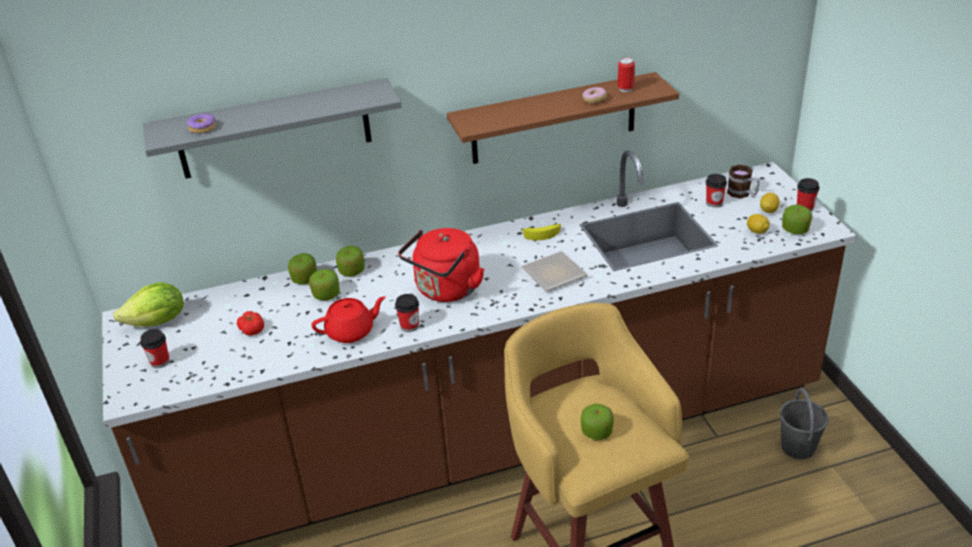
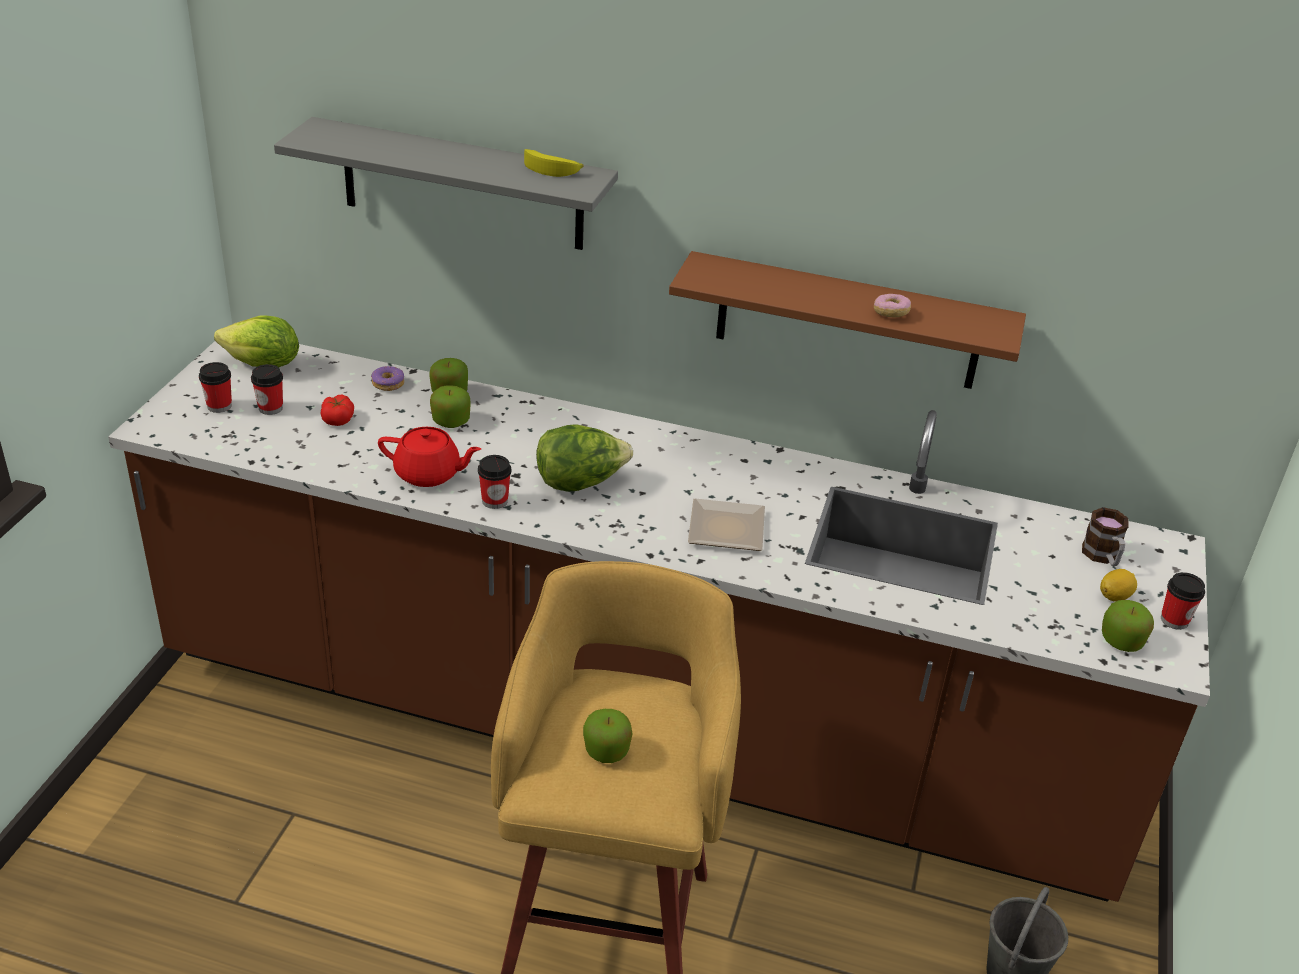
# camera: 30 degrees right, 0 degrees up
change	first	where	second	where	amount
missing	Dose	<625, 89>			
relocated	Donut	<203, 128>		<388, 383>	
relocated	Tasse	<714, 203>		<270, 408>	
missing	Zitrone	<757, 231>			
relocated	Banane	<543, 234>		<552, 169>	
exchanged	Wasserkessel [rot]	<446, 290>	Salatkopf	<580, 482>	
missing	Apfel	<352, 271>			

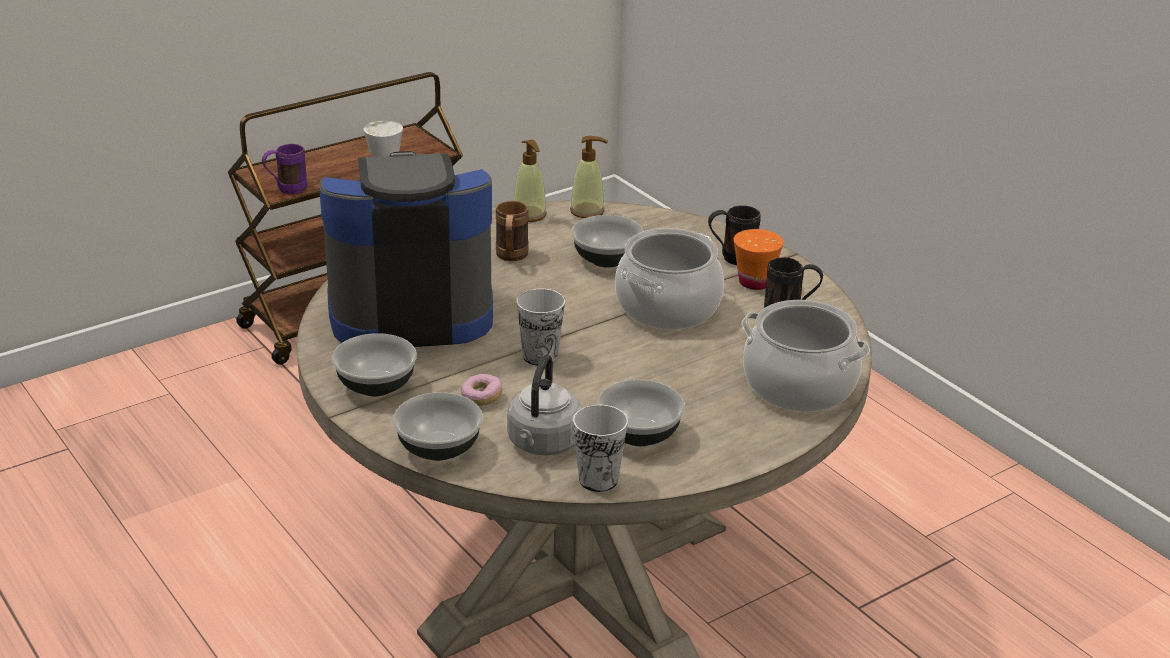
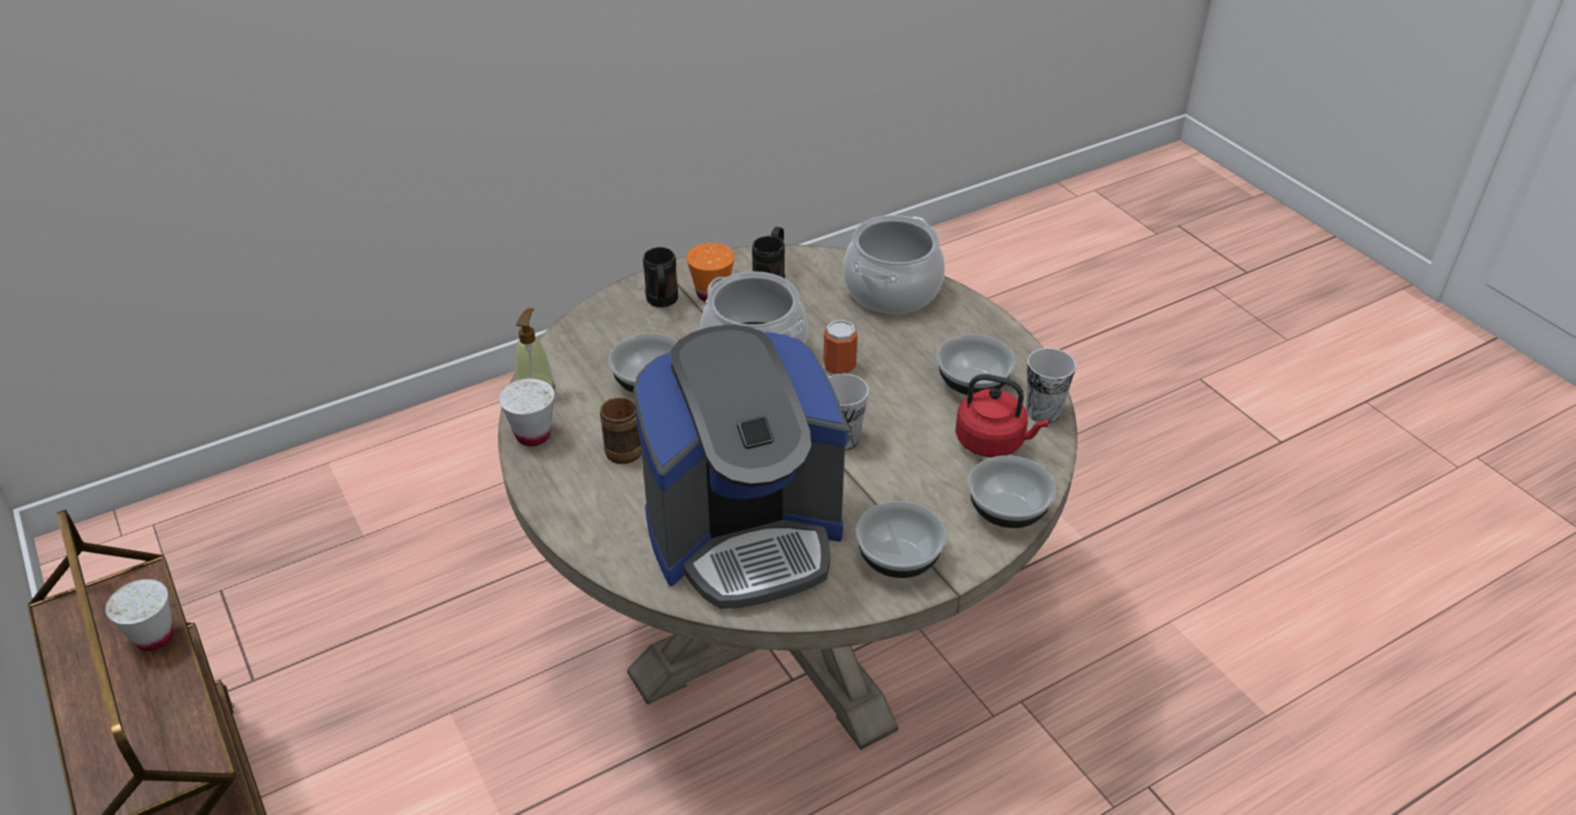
# camera: 85 degrees left, 10 degrees up
change	first	where	second	where	amount
exchanged	Seifenspender	<529, 215>	Tasse [weiß]	<533, 435>	
missing	Henkelbecher [lila]	<286, 190>			
spun	Kaffeemaschine	<410, 311>		<744, 534>	105 degrees counterclockwise
colour	Wasserkessel [grau]	<543, 444>	Wasserkessel [rot]	<993, 442>	
missing	Donut	<481, 397>			
appeared			Dose	<839, 367>	

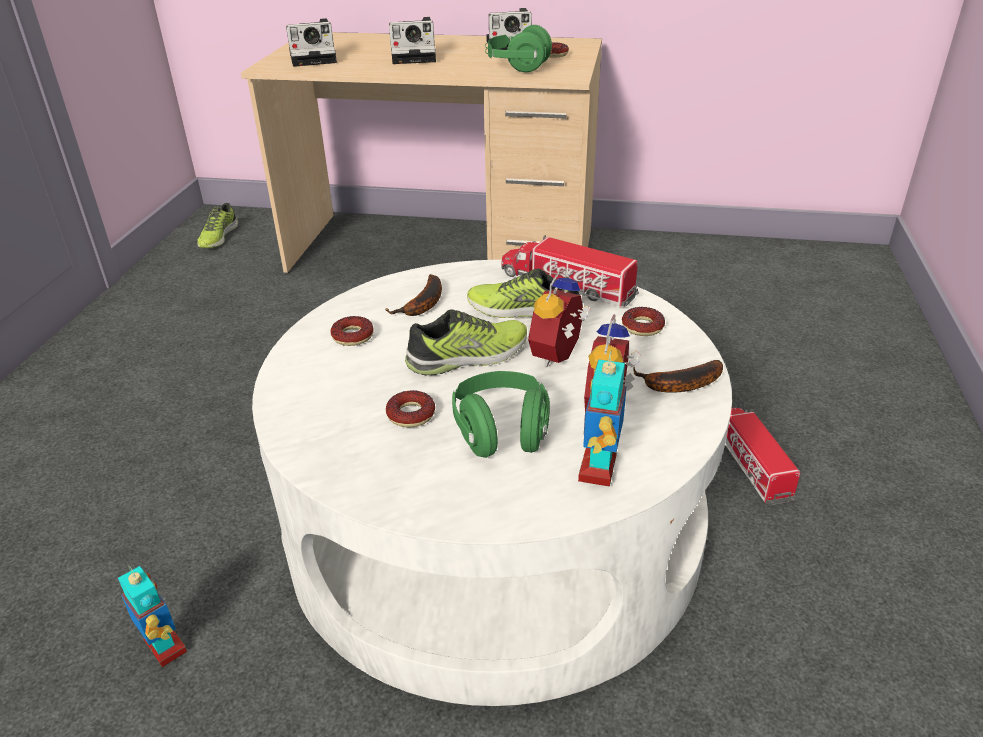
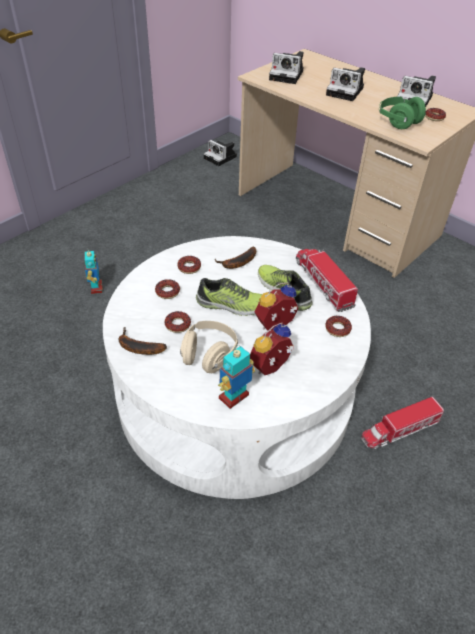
# camera: 30 degrees right, 10 degrees up
change	first	where	second	where	amount
exchanged	Schuh	<218, 237>	Kamera	<221, 158>	
relocated	Banane	<678, 385>		<137, 347>	
colour	Kopfhörer [grün]	<502, 432>	Kopfhörer [beige]	<209, 355>	
spun	Spielzeuglaster	<748, 460>		<399, 430>	135 degrees counterclockwise
relocated	Spielzeugroboter	<164, 648>		<96, 288>	
appeared			Donut	<167, 292>	

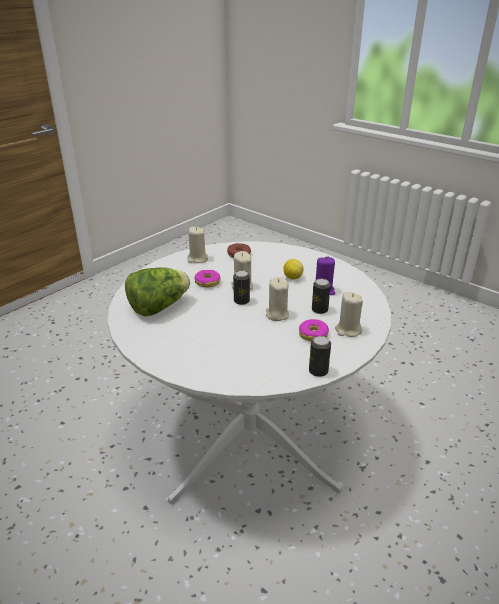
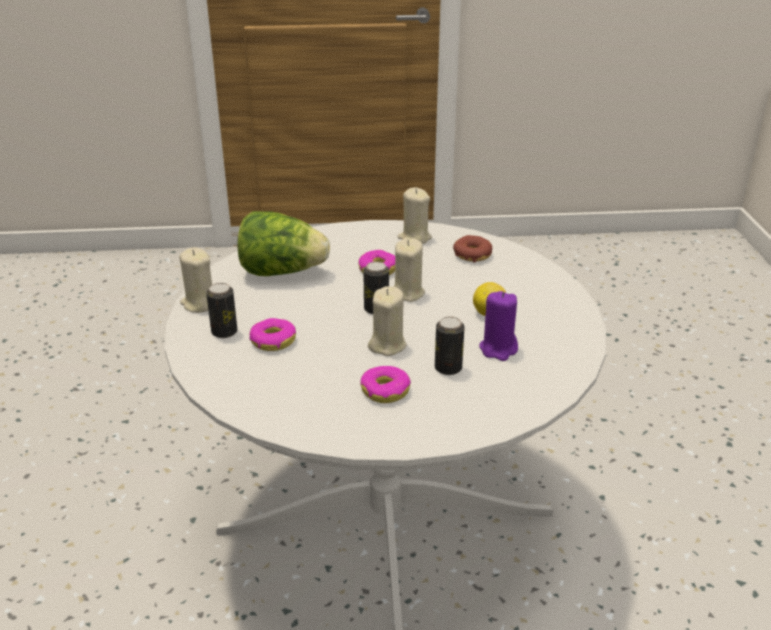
# camera: 45 degrees right, 0 degrees up
change	first	where	second	where	amount
relocated	Kerze [beige]	<348, 330>		<199, 304>	
relocated	Dose	<318, 371>		<224, 332>	
appeared			Donut	<273, 341>	

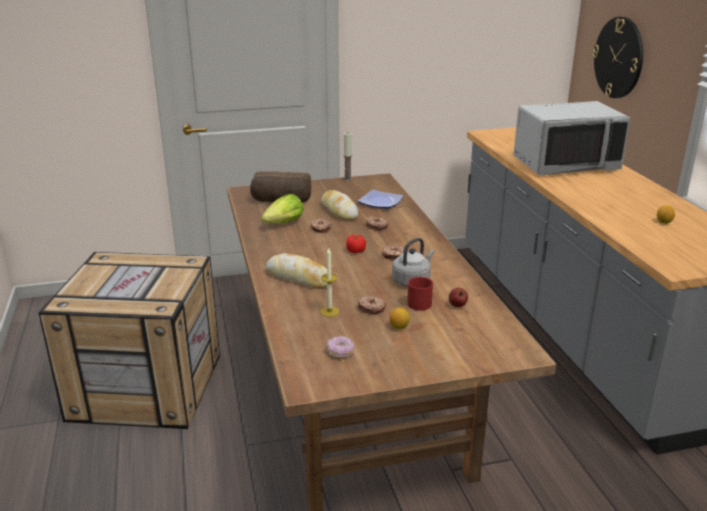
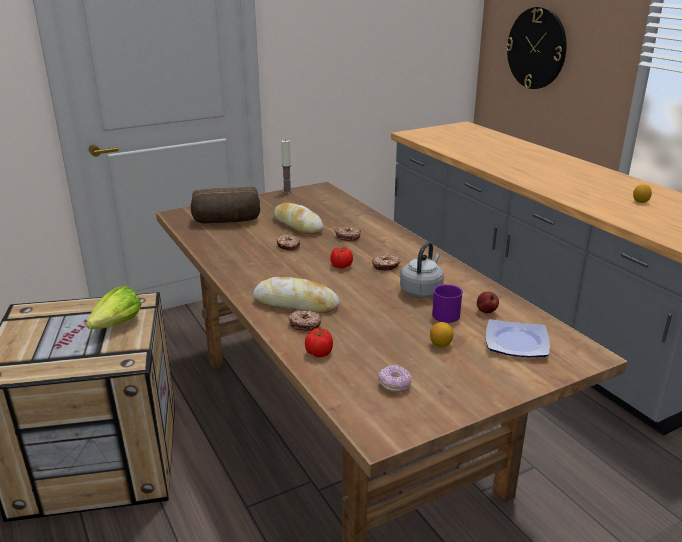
# camera: 15 degrees left, 0 degrees up
change	first	where	second	where	amount
missing	Mikrowelle [grau]	<565, 164>			
relocated	Teller	<380, 202>		<515, 342>	
relocated	Salatkopf	<284, 223>		<118, 324>	
missing	Kerze	<329, 311>			
colour	Henkelbecher [rot]	<420, 302>	Henkelbecher [lila]	<445, 313>	
relocated	Donut	<371, 308>		<305, 324>	
appeared			Tomate	<319, 352>	

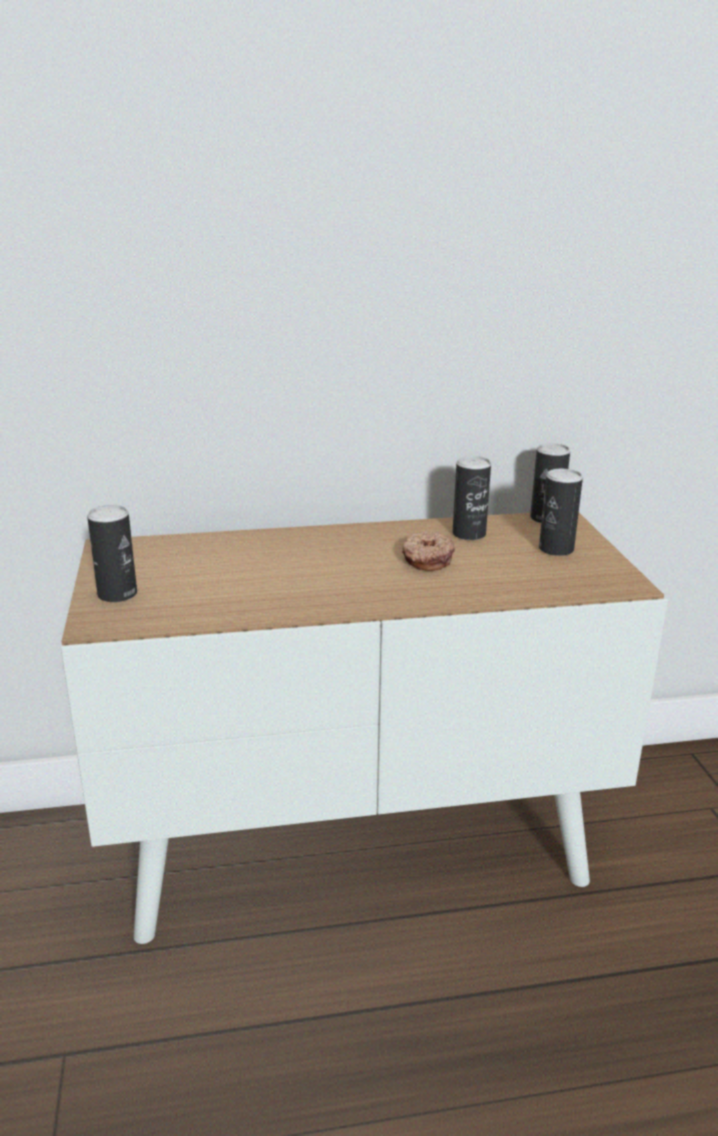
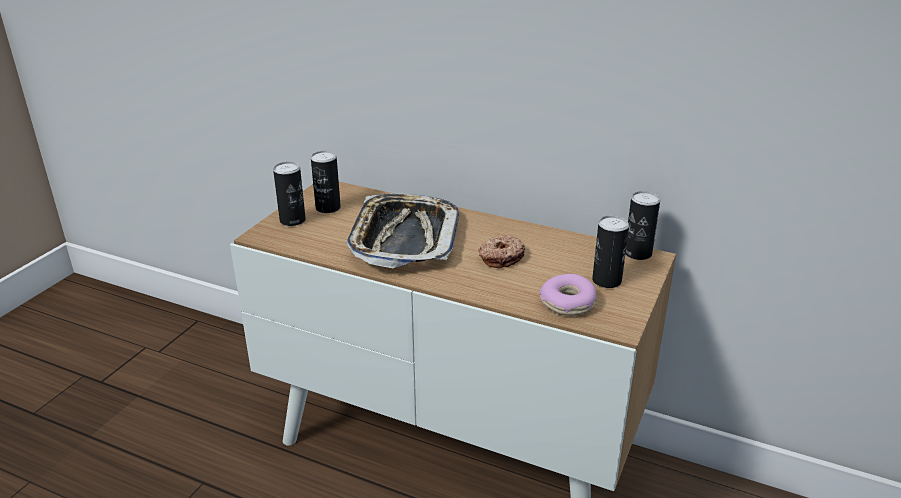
# camera: 35 degrees right, 5 degrees up
change	first	where	second	where	amount
relocated	Dose	<469, 534>		<328, 208>	
appeared			Tablett	<404, 238>	
appeared			Donut	<568, 303>	

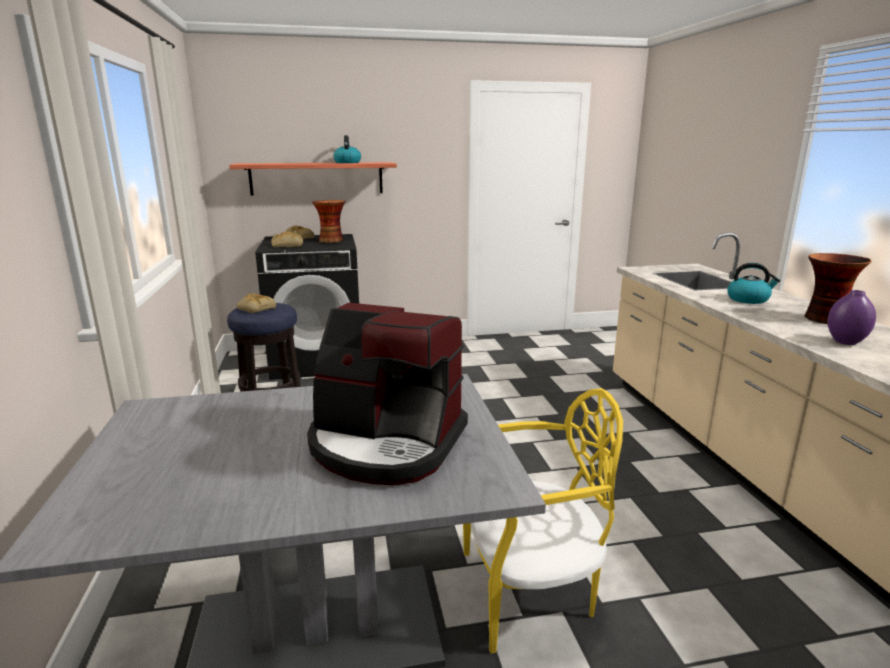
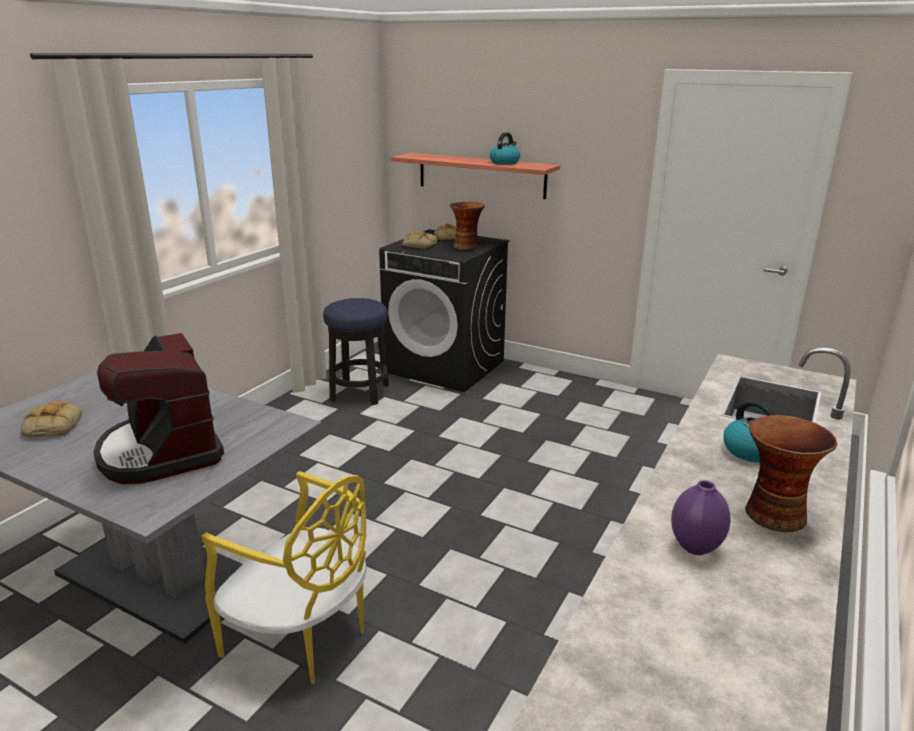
# camera: 40 degrees right, 5 degrees up
change	first	where	second	where	amount
relocated	Brot	<255, 308>		<52, 426>	

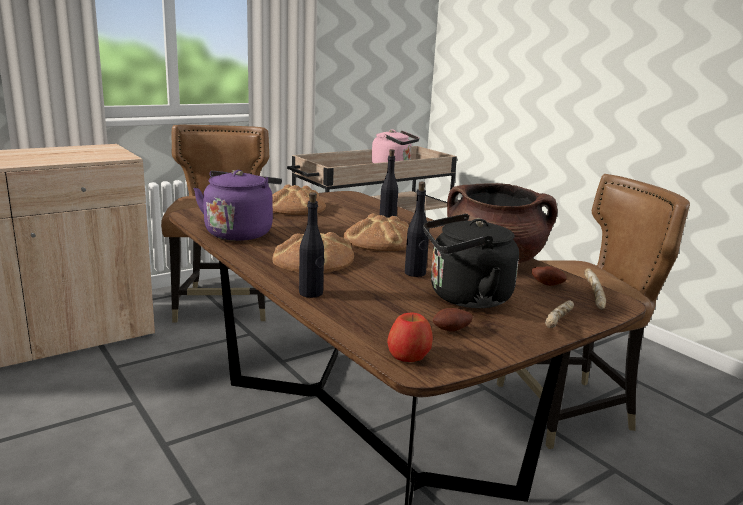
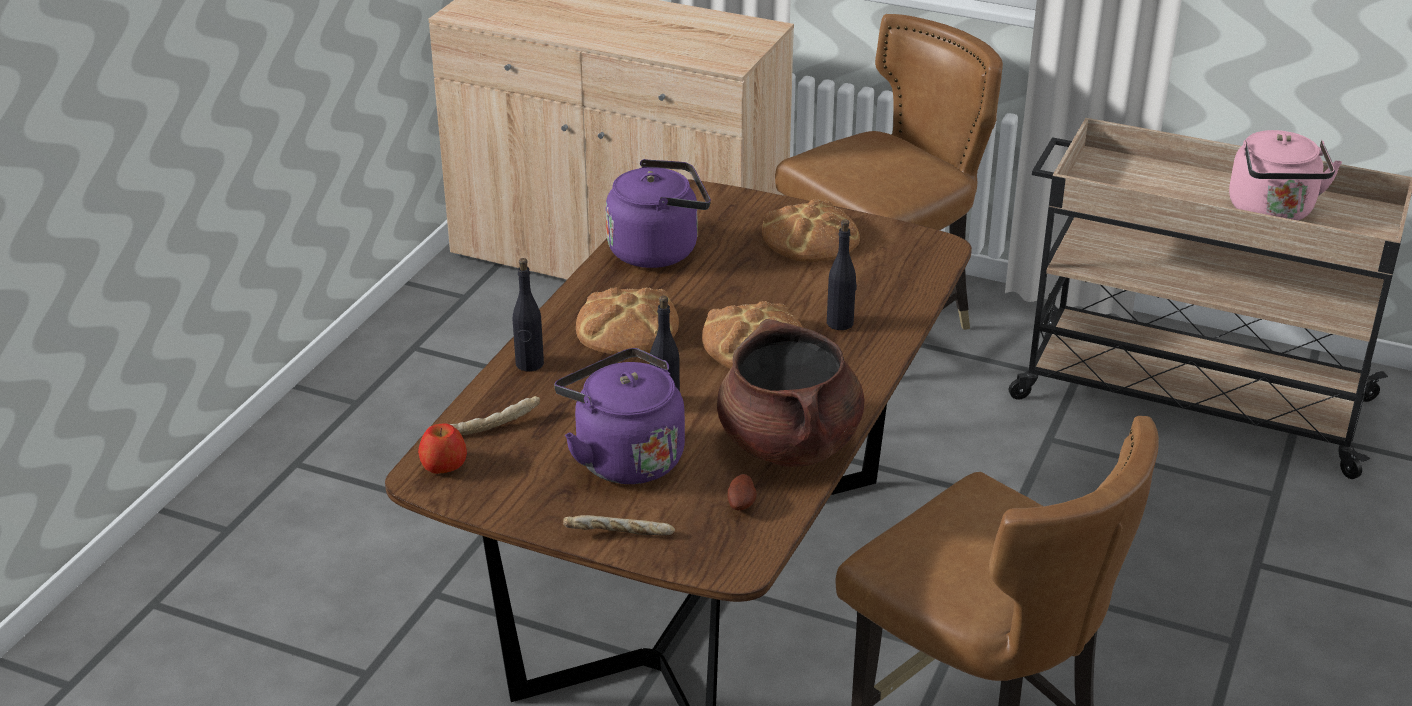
# camera: 60 degrees right, 15 degrees up
change	first	where	second	where	amount
colour	Wasserkessel [schwarz]	<464, 298>	Wasserkessel [lila]	<624, 457>	
relocated	Brot	<592, 296>		<492, 424>	
missing	Kartoffel	<452, 331>			

